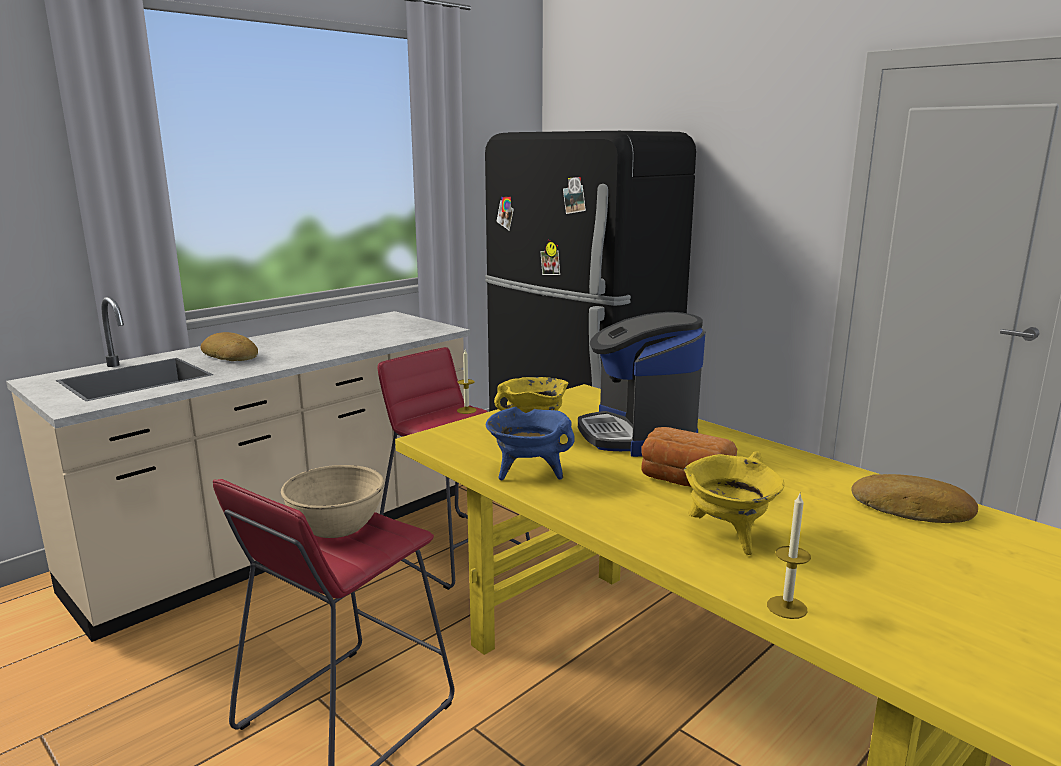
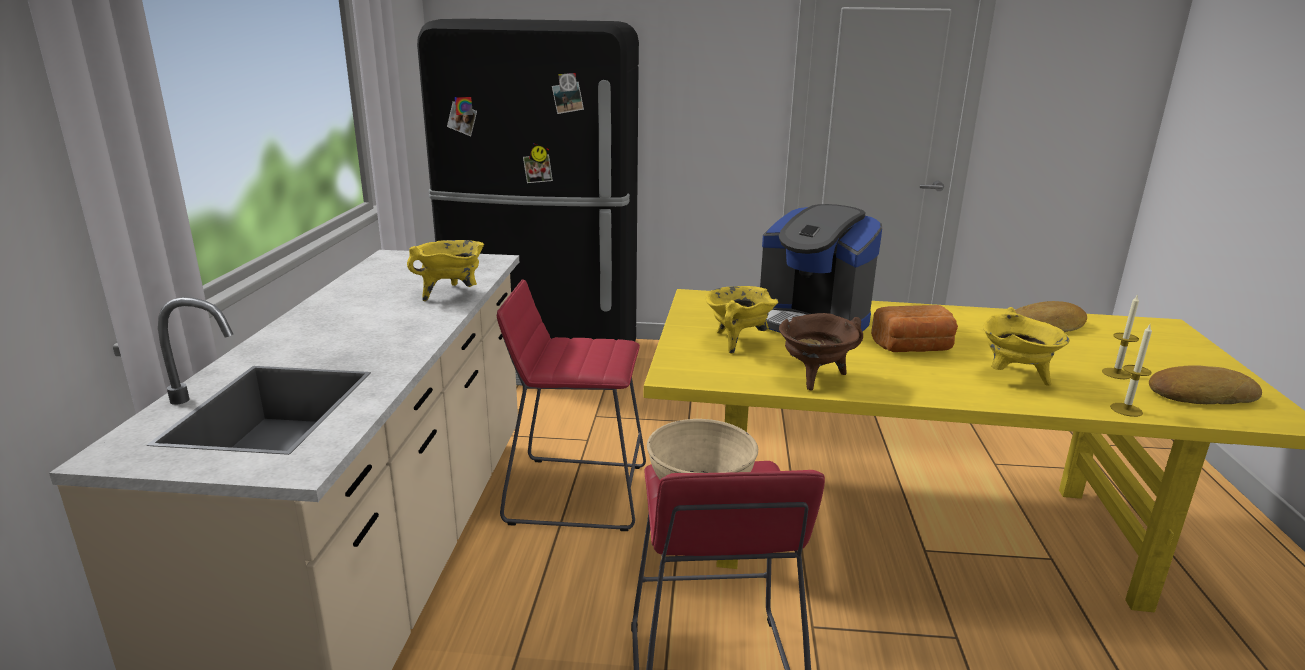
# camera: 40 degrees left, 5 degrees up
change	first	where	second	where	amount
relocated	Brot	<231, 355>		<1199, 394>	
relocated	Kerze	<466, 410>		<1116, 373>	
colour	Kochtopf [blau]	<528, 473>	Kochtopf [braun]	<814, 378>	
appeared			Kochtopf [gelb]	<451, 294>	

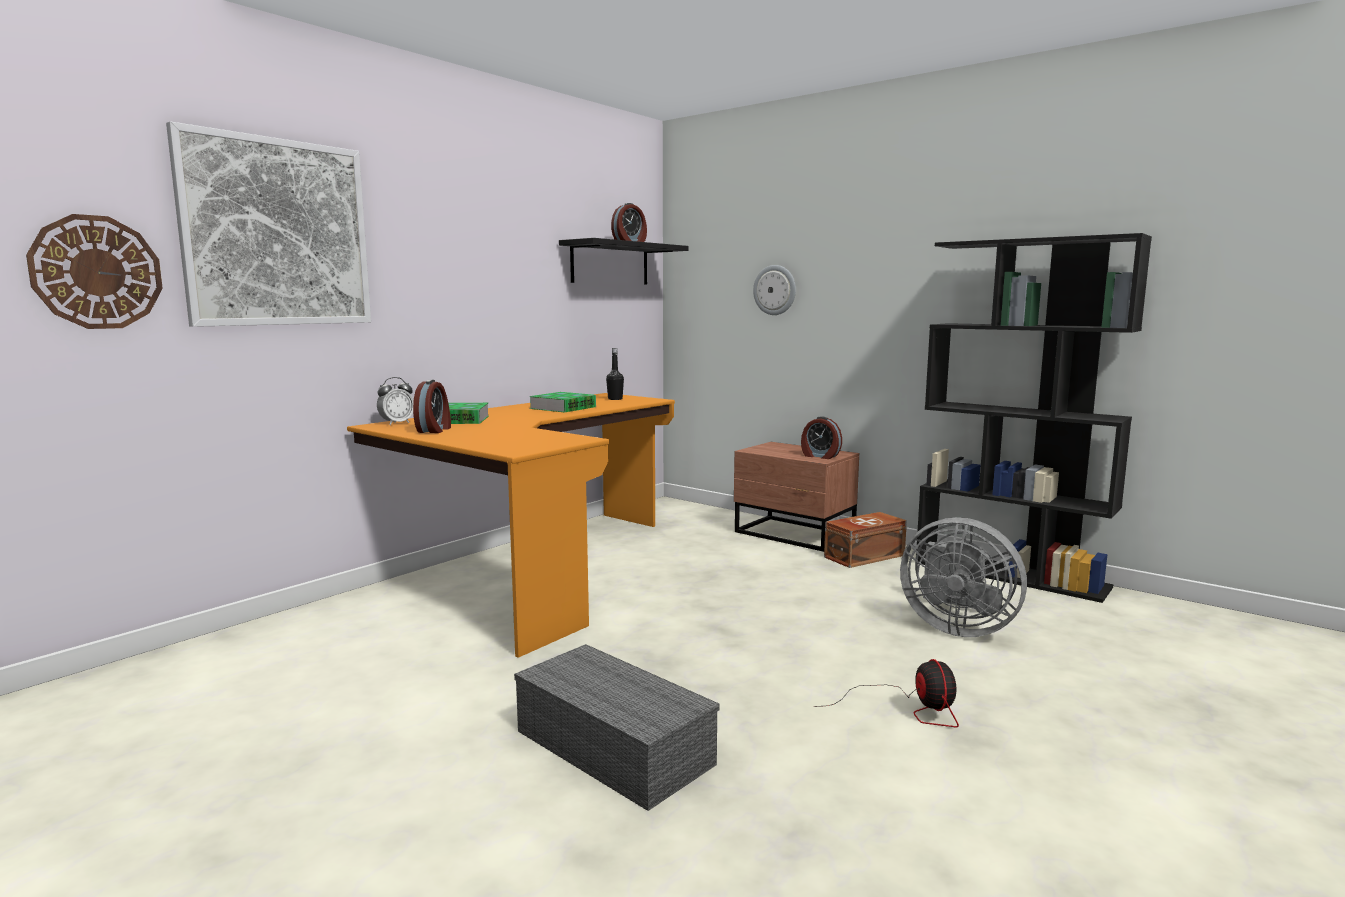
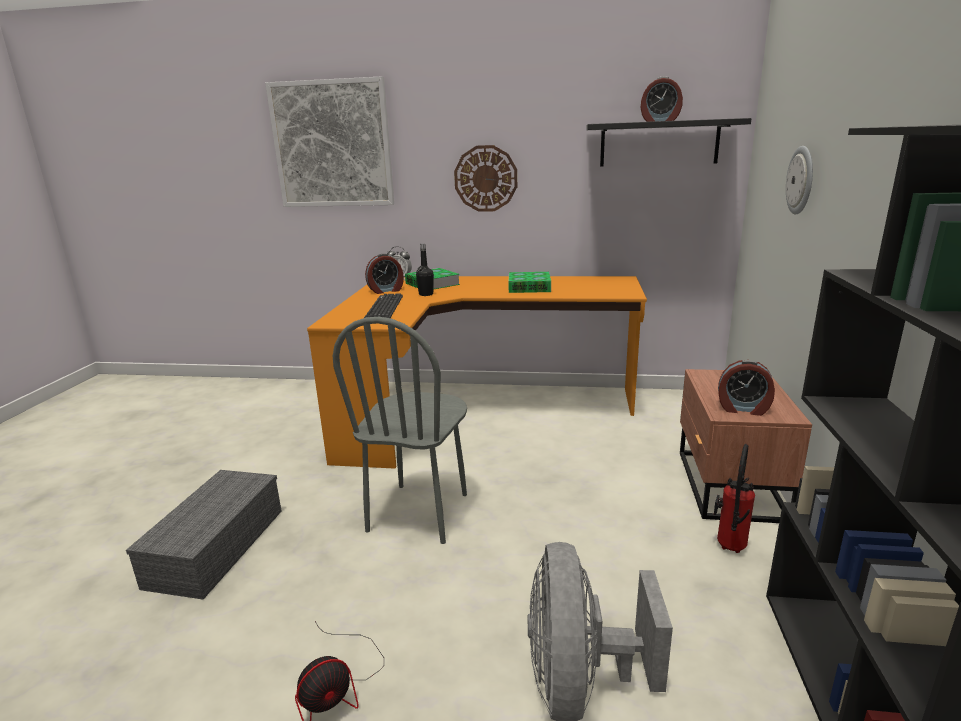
# camera: 60 degrees right, 10 degrees up
change	first	where	second	where	amount
relocated	Wanduhr	<97, 272>		<485, 178>	
relocated	Flasche [schwarz]	<615, 399>		<426, 294>	
spun	Wecker	<820, 456>		<743, 409>	75 degrees counterclockwise
exchanged	Aufbewahrungsbox [braun]	<862, 556>	Feuerlöscher	<728, 548>	
appeared			Tastatur	<384, 307>	
appeared			Stuhl [grau]	<419, 512>	

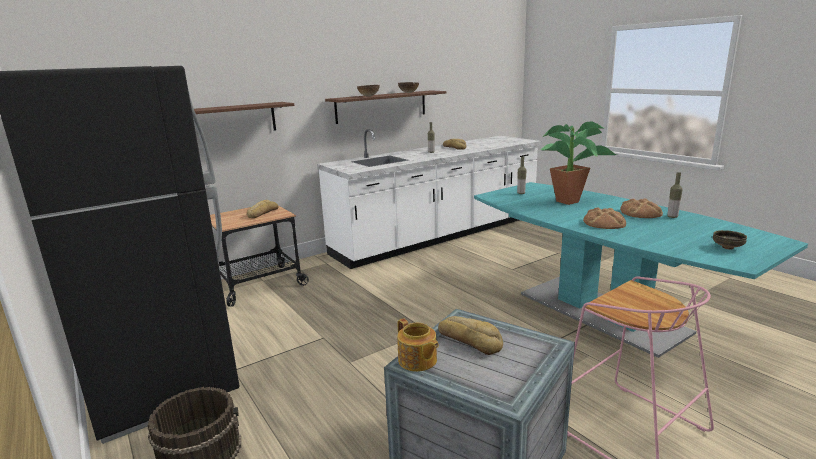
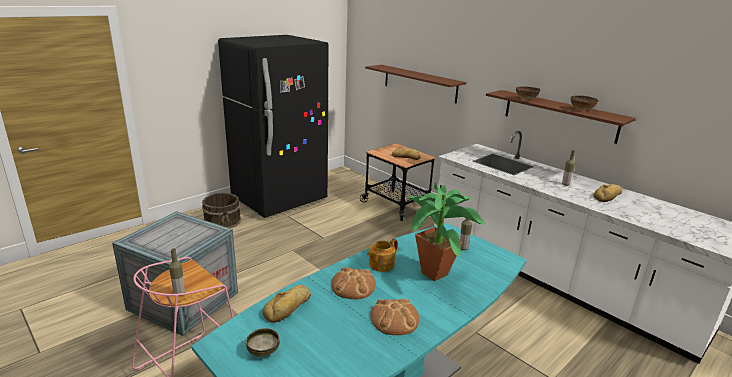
# camera: 80 degrees right, 5 degrees up
change	first	where	second	where	amount
relocated	Flasche	<672, 217>		<179, 293>	
relocated	Brot	<470, 340>		<289, 307>	
relocated	Teekanne	<417, 361>		<381, 265>	

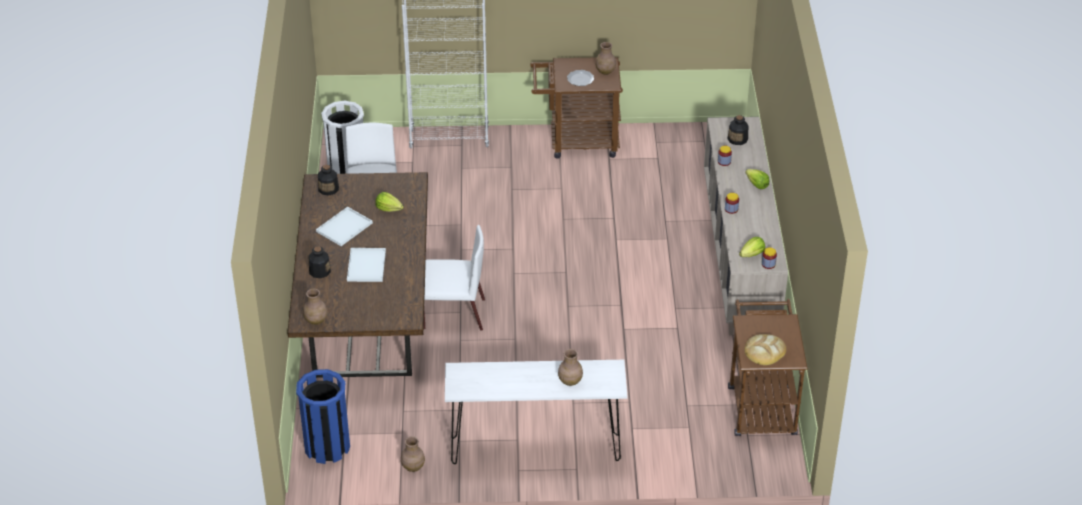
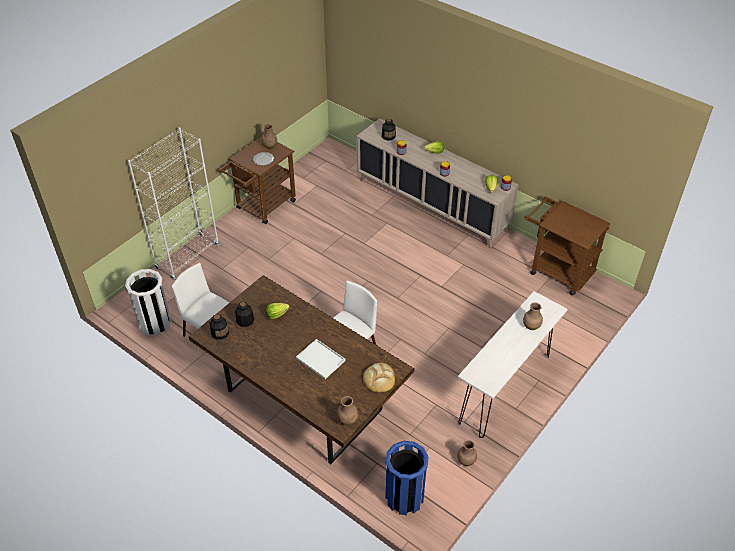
# camera: 50 degrees left, 5 degrees up
change	first	where	second	where	amount
missing	Tablett [weiß]	<344, 226>			
relocated	Flasche	<319, 271>		<245, 320>	
relocated	Brot	<764, 351>		<379, 379>	

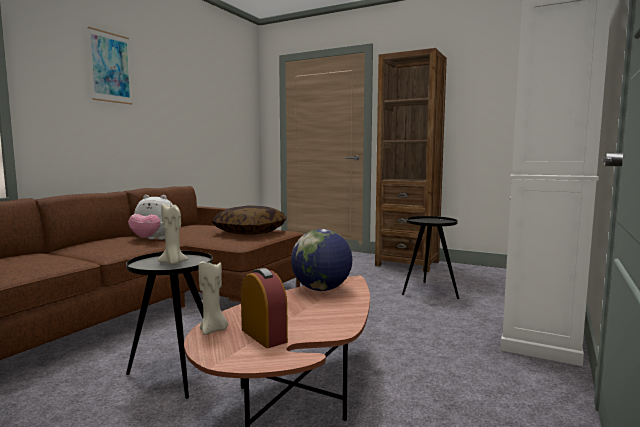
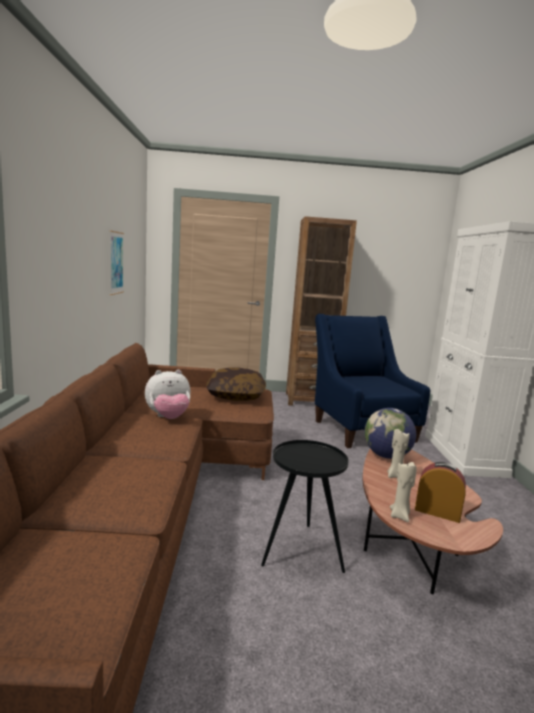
# camera: 30 degrees left, 5 degrees up
change	first	where	second	where	amount
relocated	Bild	<110, 67>		<116, 263>	
relocated	Kerze [beige]	<173, 263>		<395, 476>	
exchanged	Beistelltisch [schwarz]	<429, 291>	Sessel [blau]	<360, 428>	

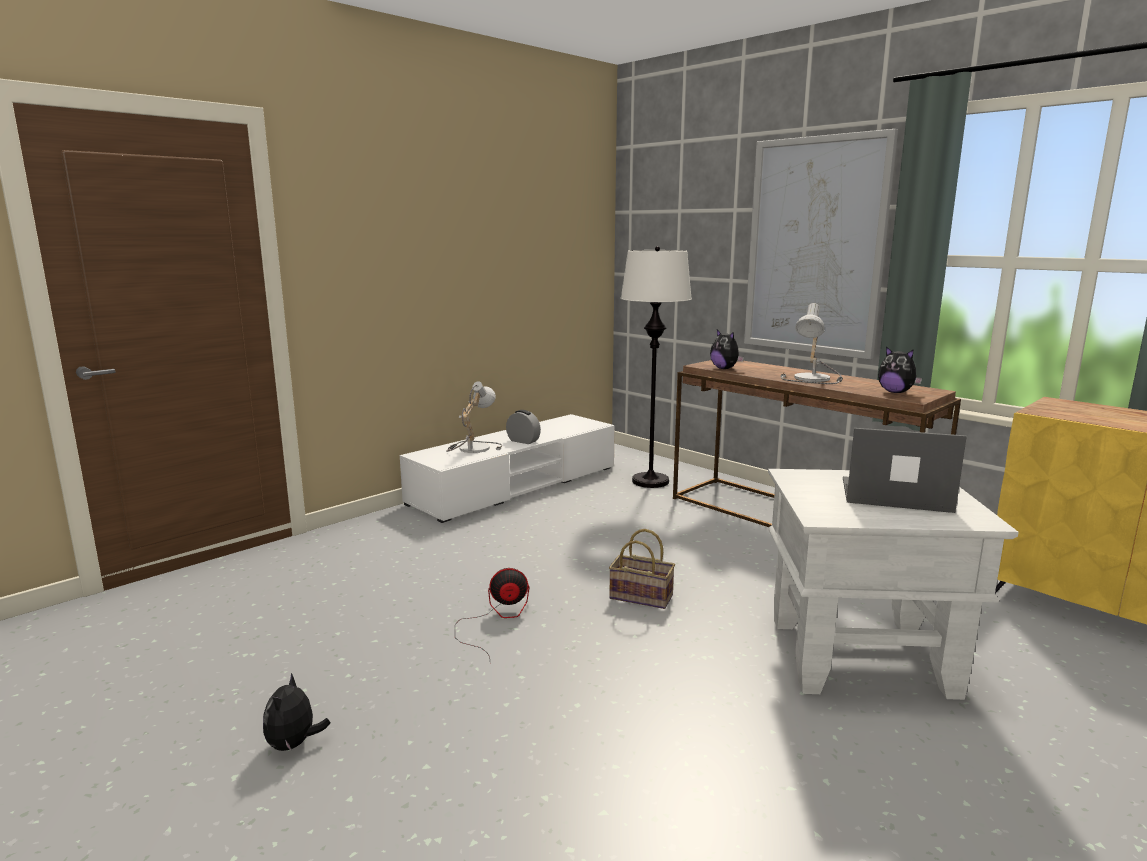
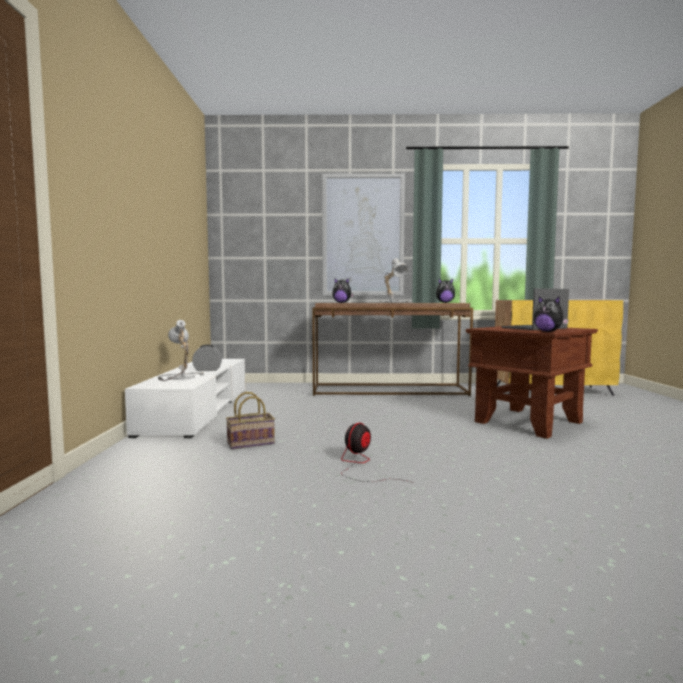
# camera: 45 degrees left, 10 degrees down
change	first	where	second	where	amount
missing	Stehlampe [weiß]	<650, 481>			
colour	Beistelltisch [weiß]	<859, 655>	Beistelltisch [braun]	<527, 422>	
relocated	Korb	<643, 596>		<251, 442>	
relocated	Plüschtier	<294, 744>		<548, 331>	

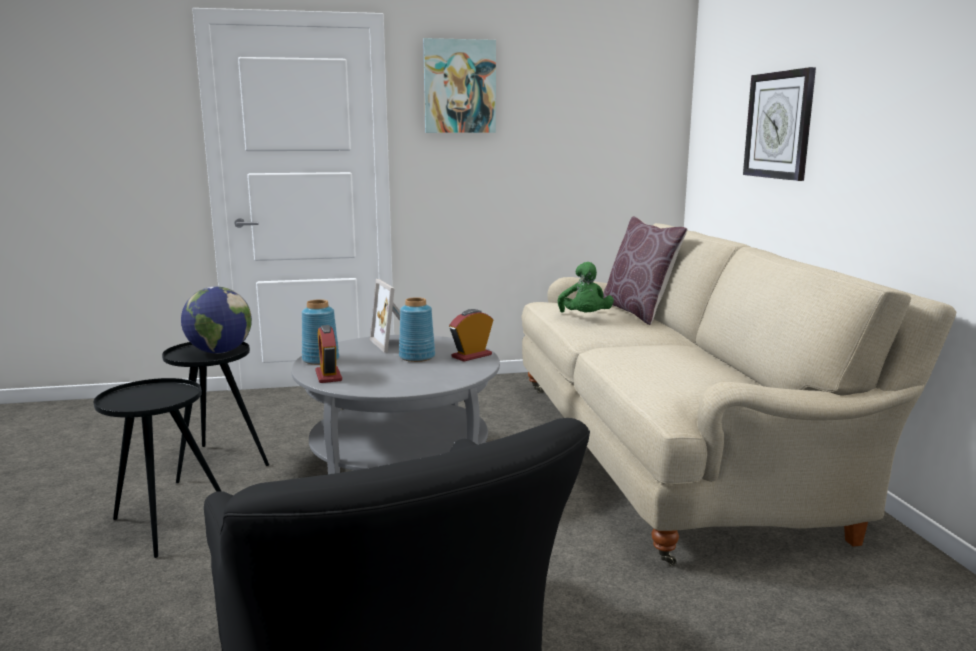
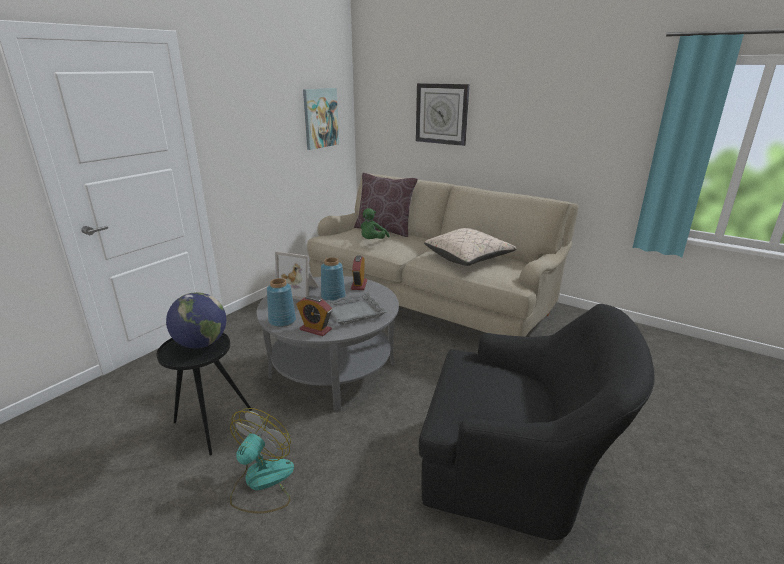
# camera: 45 degrees left, 10 degrees up
change	first	where	second	where	amount
relocated	Bild	<459, 87>		<320, 118>	
spun	Plüschtier [grün]	<584, 317>		<372, 241>	75 degrees clockwise
exchanged	Beistelltisch [schwarz]	<165, 525>	Ventilator	<262, 483>	
appeared			Kissen [beige]	<468, 258>	
appeared			Tablett [grau]	<354, 313>	

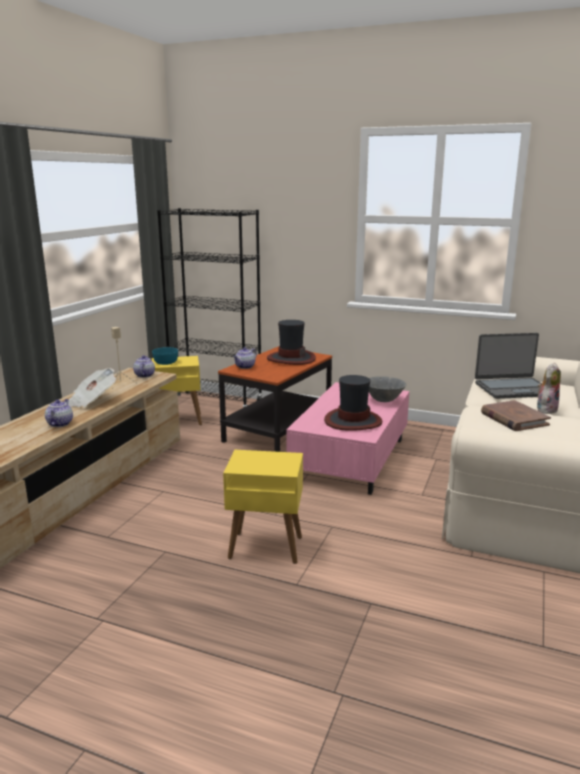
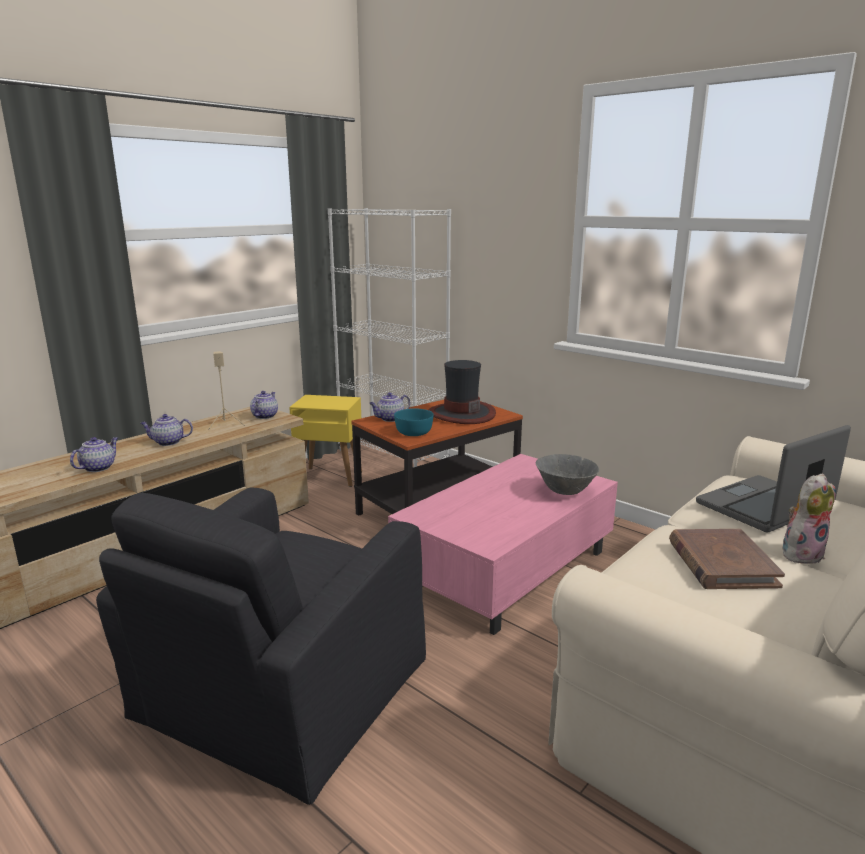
# camera: 20 degrees right, 0 degrees up
change	first	where	second	where	amount
colour	Bücherregal [schwarz]	<216, 402>	Bücherregal [weiß]	<393, 459>	
spun	Laptop	<513, 389>		<765, 506>	135 degrees clockwise
relocated	Schüssel [türkis]	<165, 362>		<413, 432>	
exchanged	Zeitung	<91, 401>	Teekanne	<167, 442>	
missing	Hut	<352, 421>			
exchanged	Beistelltisch [gelb]	<264, 547>	Sessel [schwarz]	<281, 690>	

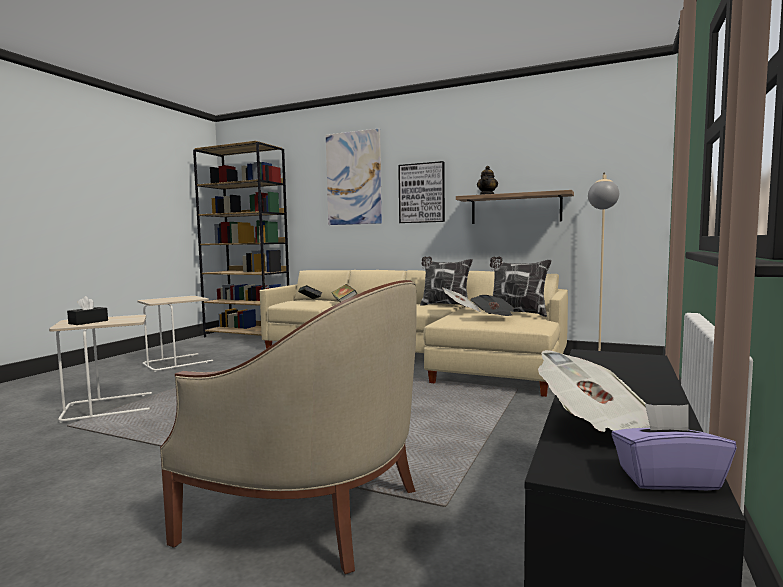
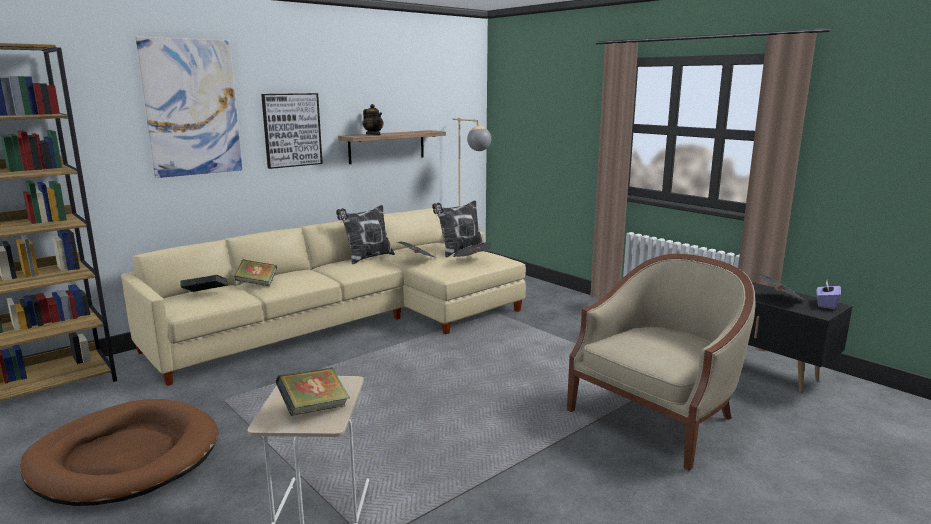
# camera: 65 degrees left, 10 degrees up
change	first	where	second	where	amount
exchanged	Taschentuchbox [schwarz]	<88, 322>	Buch	<314, 409>	
exchanged	Beistelltisch [beige]	<178, 362>	Hundebett [braun]	<125, 457>	

